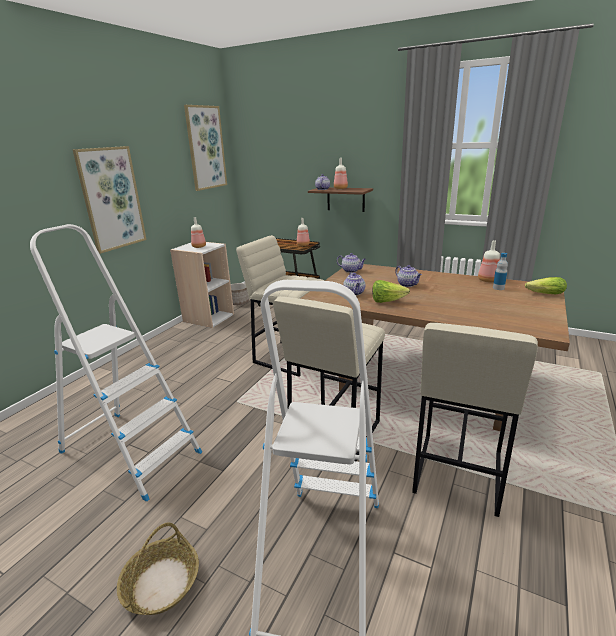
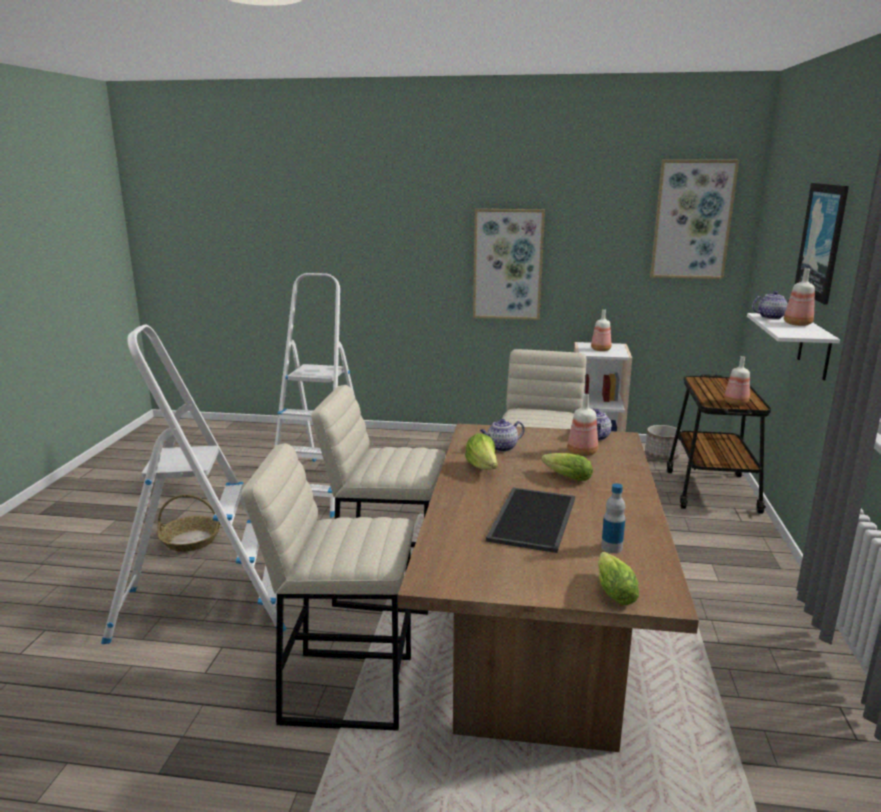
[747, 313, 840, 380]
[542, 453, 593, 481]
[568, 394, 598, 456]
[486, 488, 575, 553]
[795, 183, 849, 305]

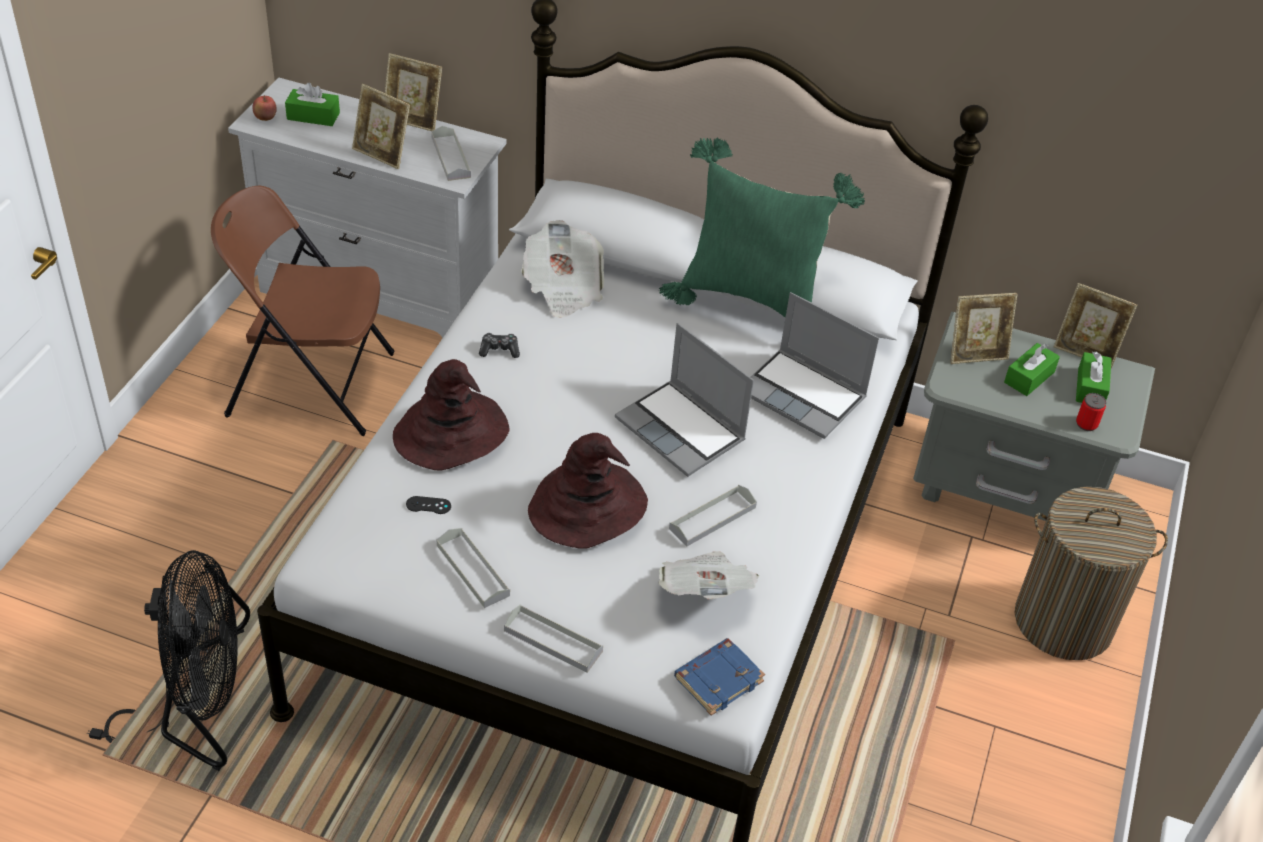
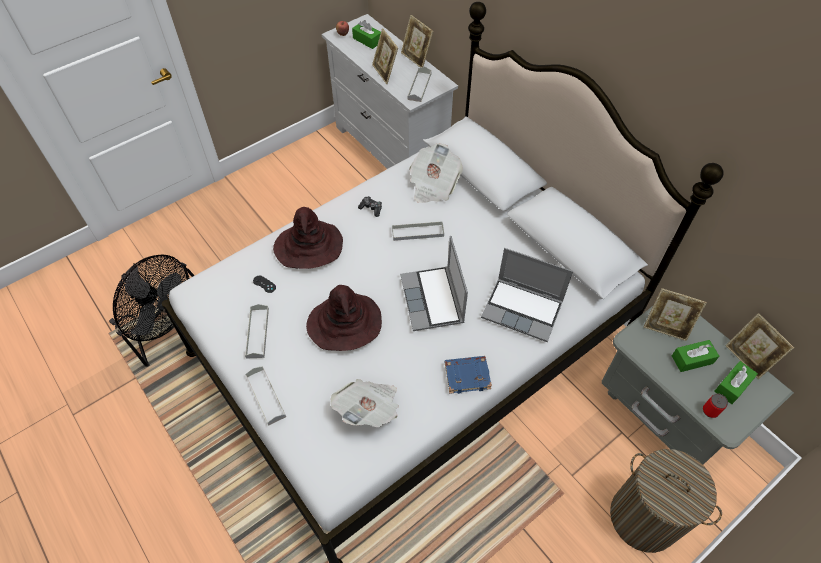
[211, 186, 395, 436] (first image)
[659, 138, 865, 318] (first image)
[392, 222, 444, 241]
[445, 356, 492, 394]
[481, 248, 573, 342]

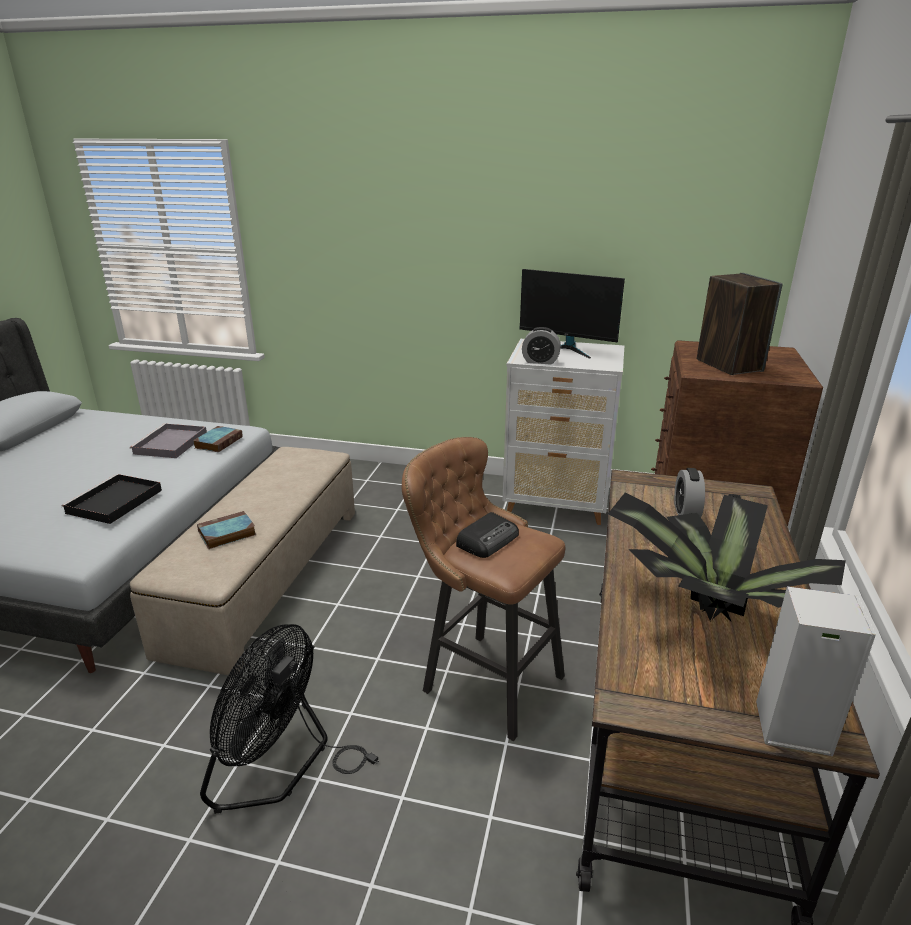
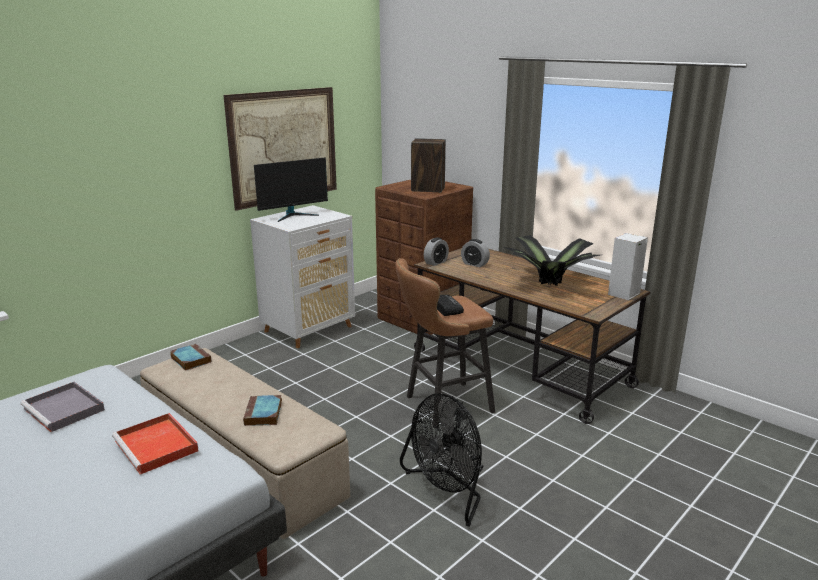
[112, 413, 199, 475]
[170, 344, 211, 371]
[424, 237, 449, 266]
[223, 87, 337, 211]

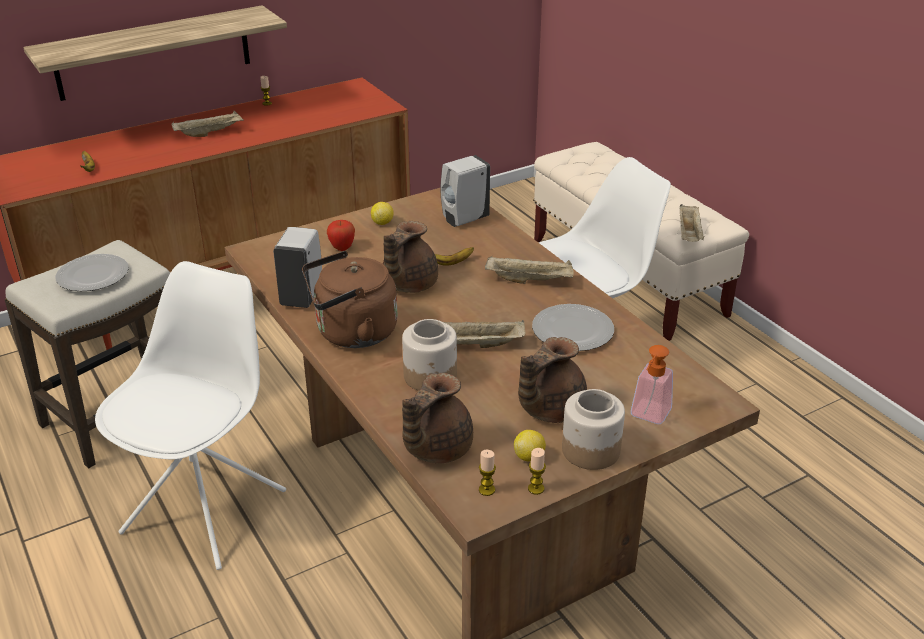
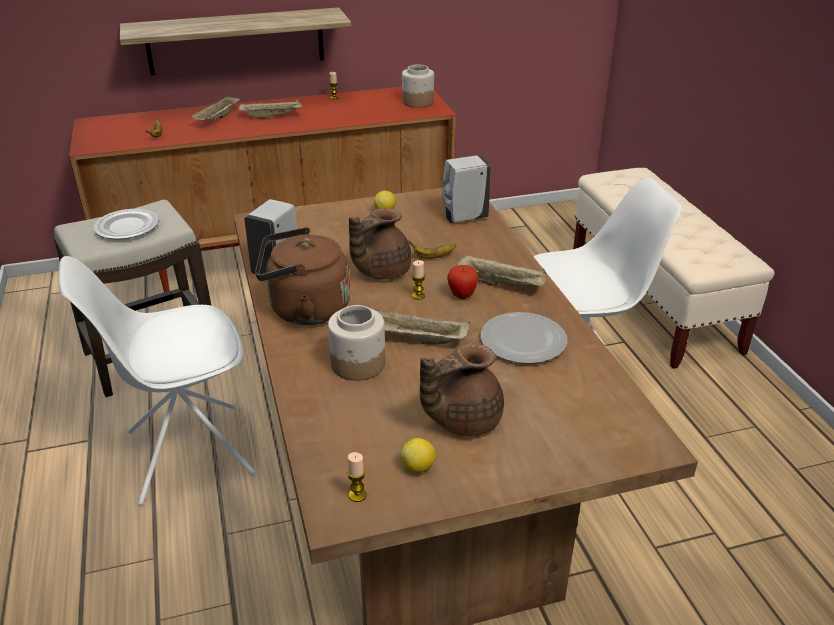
[59, 256, 256, 505]
[447, 265, 479, 299]
[402, 373, 473, 463] (first image)
[412, 260, 425, 300]
[402, 64, 434, 108]
[631, 345, 673, 424] (first image)
[191, 95, 240, 120]

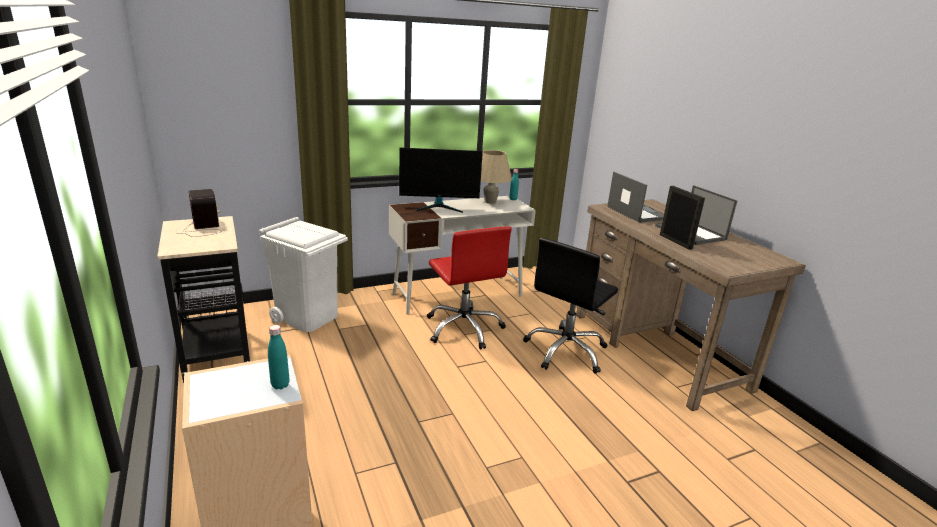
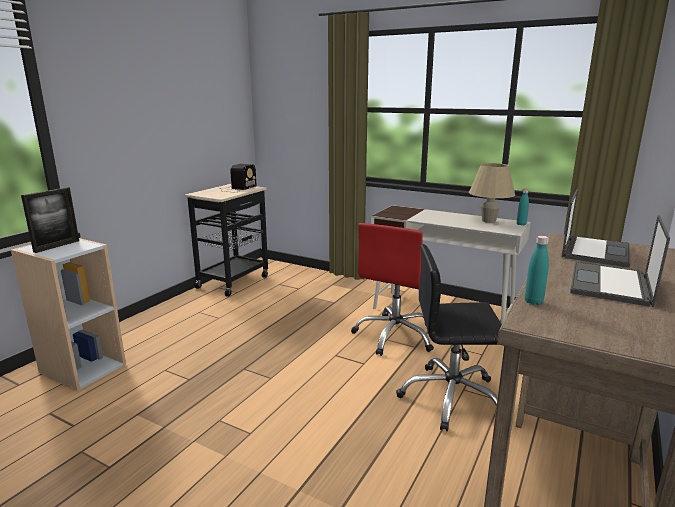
[259, 217, 348, 332] (first image)
[525, 236, 549, 305]
[399, 147, 483, 213] (first image)
[21, 187, 79, 253]

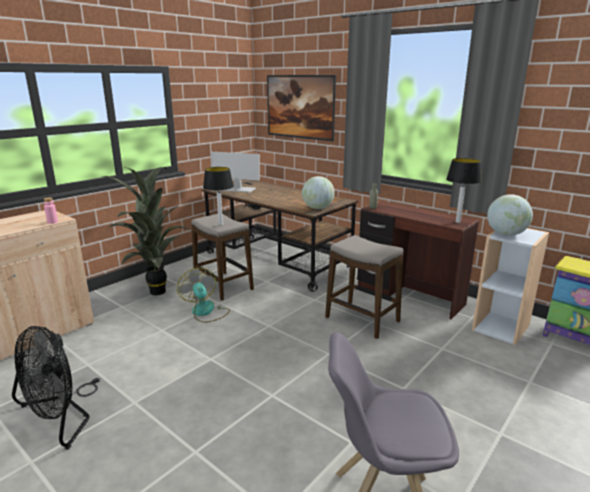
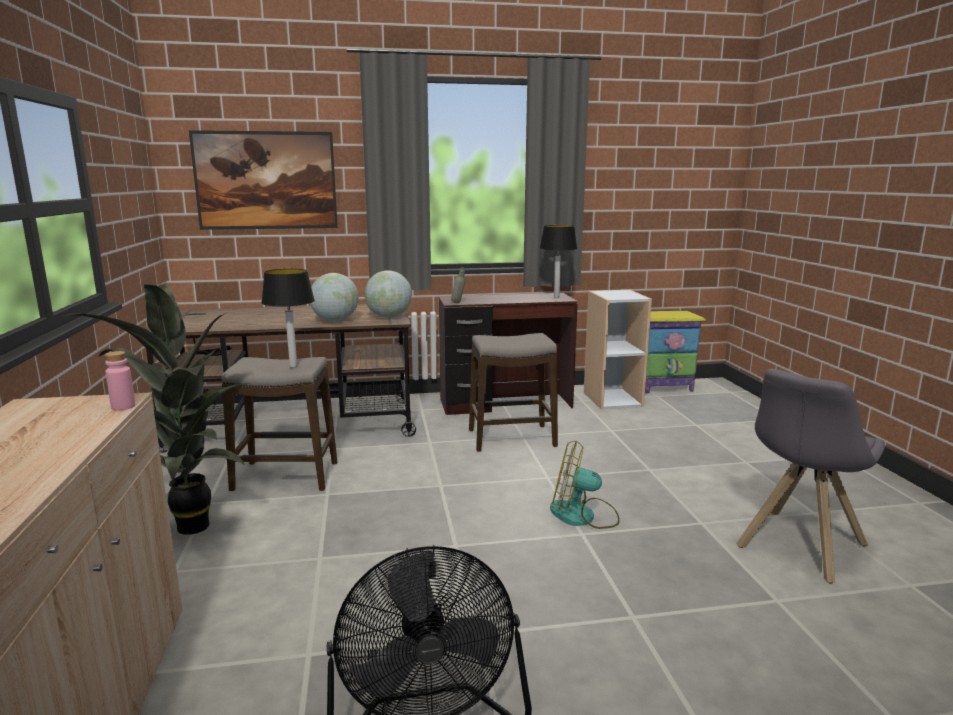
[550, 440, 620, 529]
[211, 152, 260, 193] (first image)
[310, 273, 358, 321]

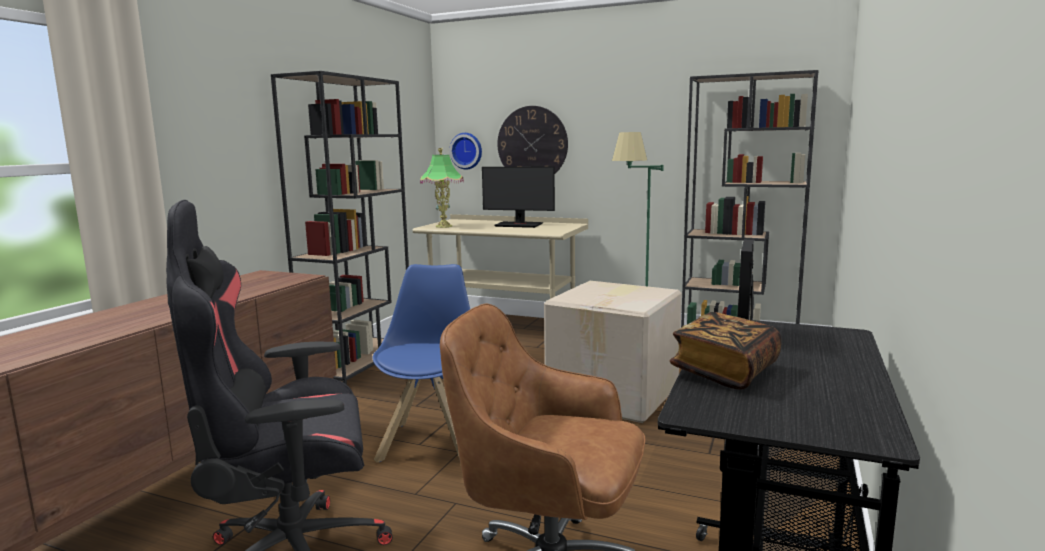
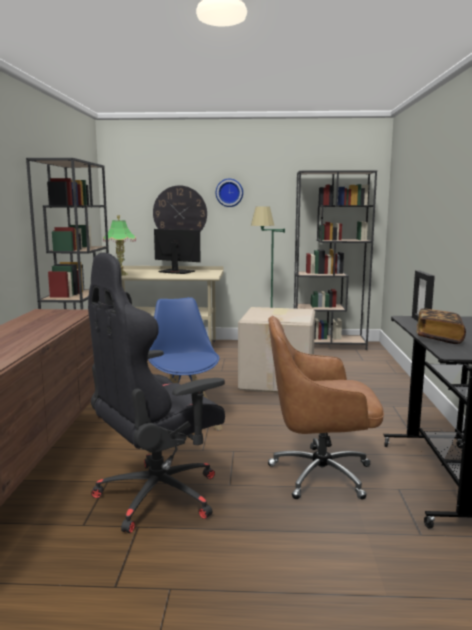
[216, 179, 243, 207]
[154, 229, 201, 274]

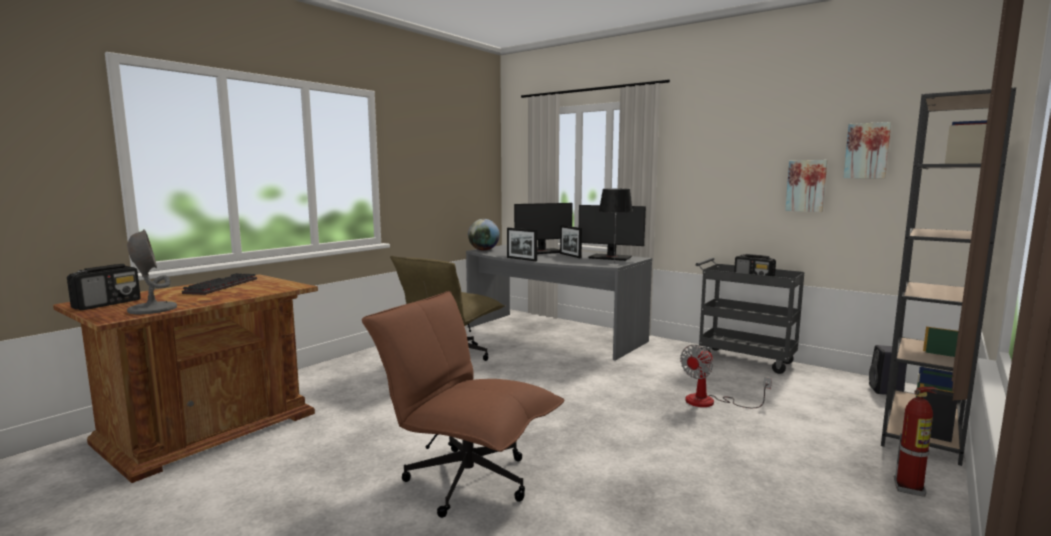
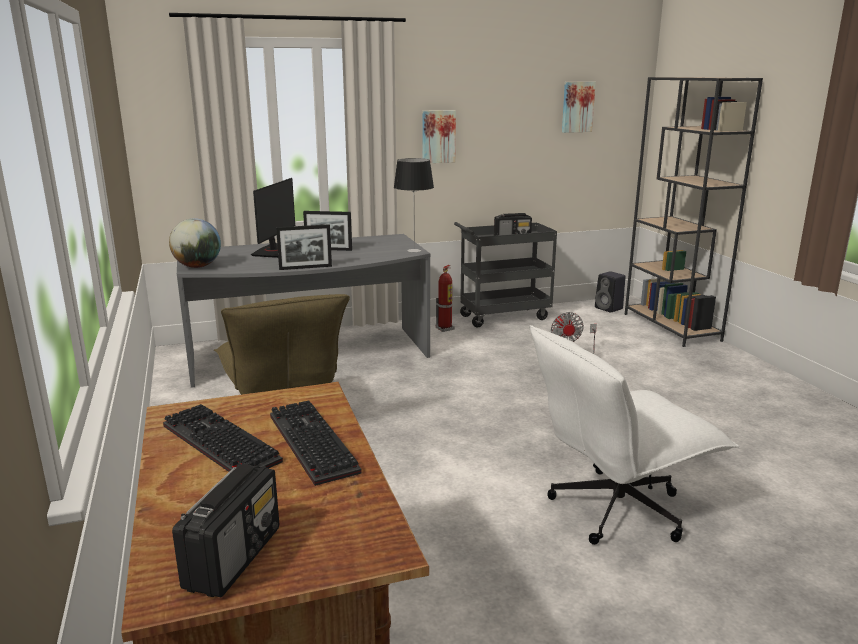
[172, 463, 279, 597]
[127, 229, 177, 314] (first image)
[529, 325, 739, 545]
[579, 205, 646, 261] (first image)
[422, 110, 456, 163]
[436, 265, 455, 332]
[270, 401, 362, 486]

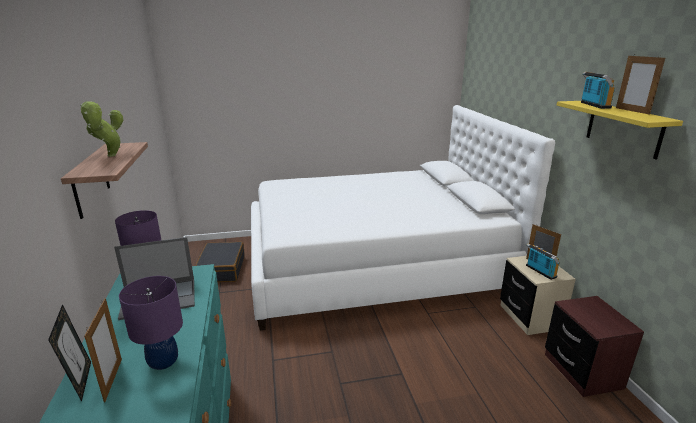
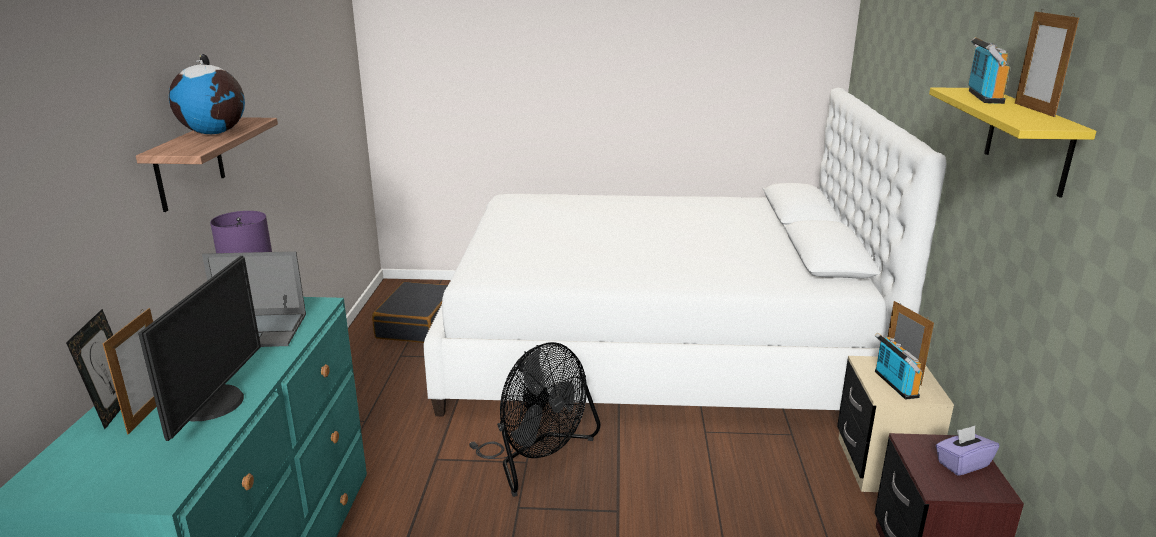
[169, 54, 245, 134]
[138, 256, 261, 441]
[469, 342, 600, 497]
[935, 426, 999, 476]

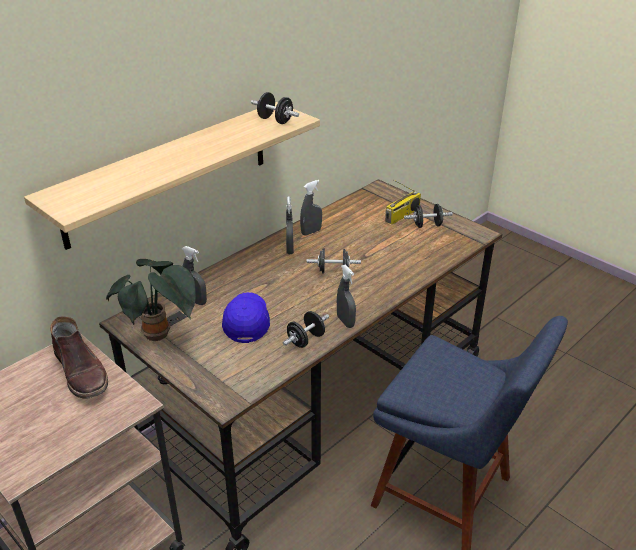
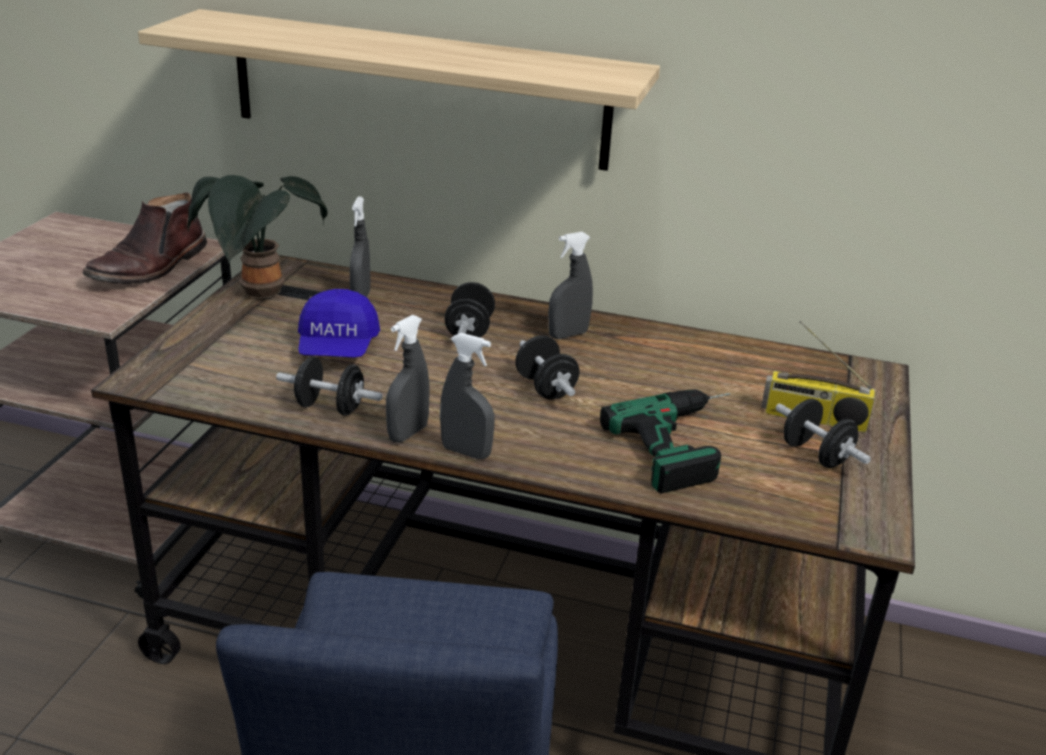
[298, 289, 380, 358]
[444, 282, 495, 338]
[440, 333, 495, 459]
[600, 389, 731, 493]

